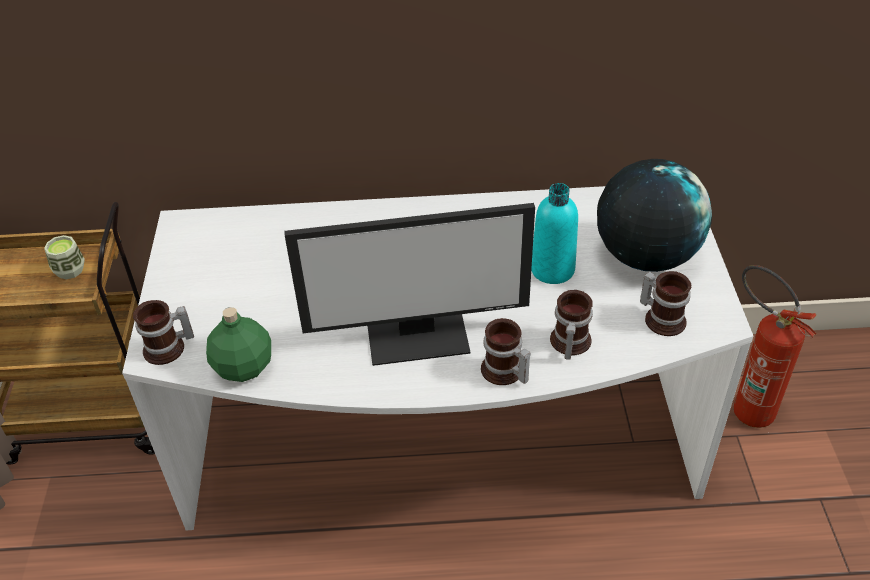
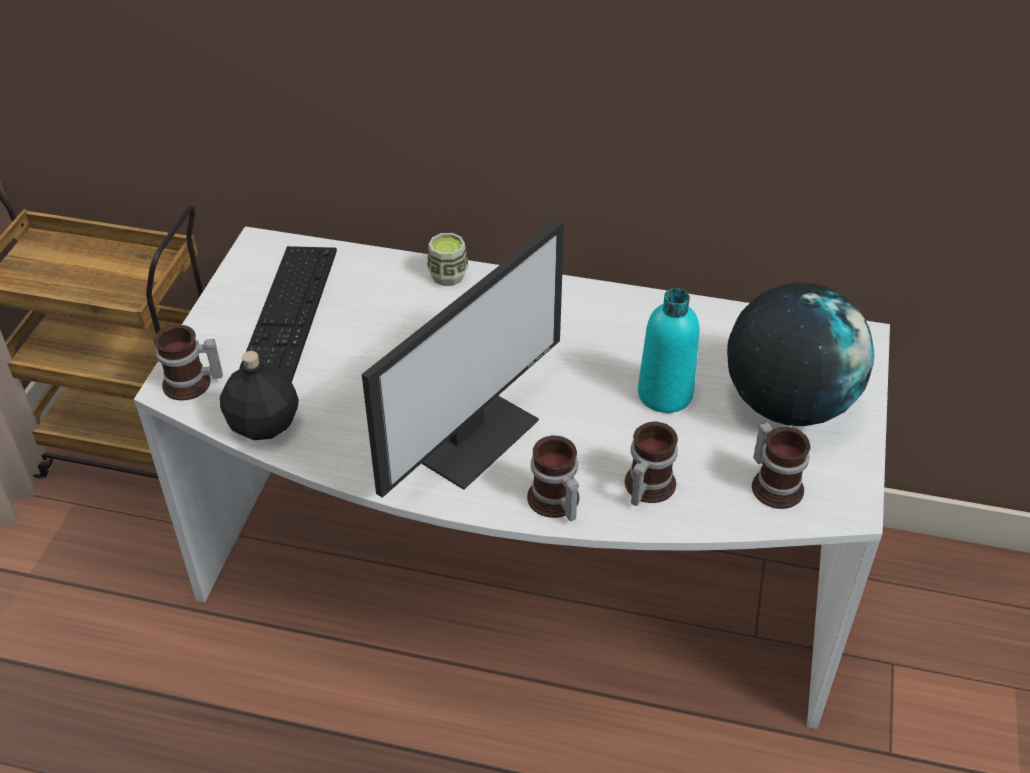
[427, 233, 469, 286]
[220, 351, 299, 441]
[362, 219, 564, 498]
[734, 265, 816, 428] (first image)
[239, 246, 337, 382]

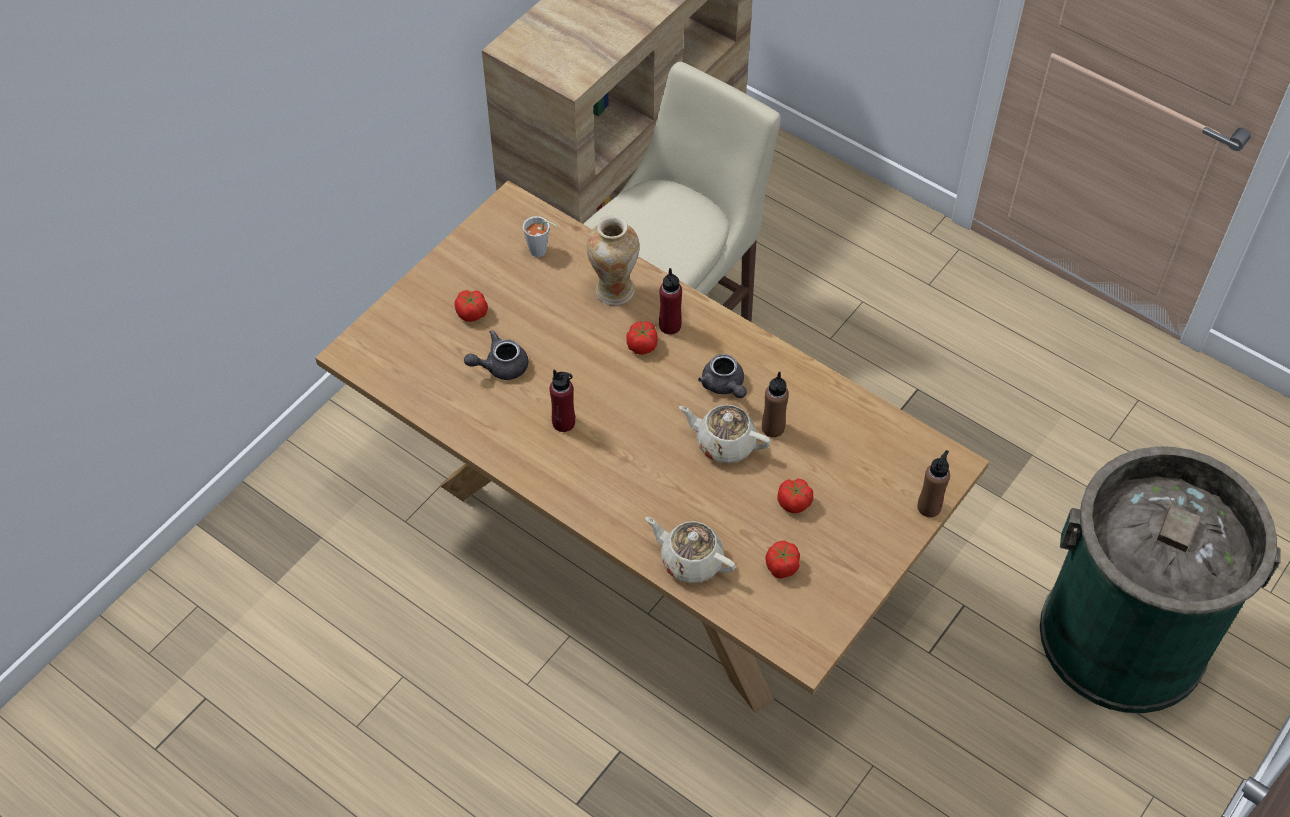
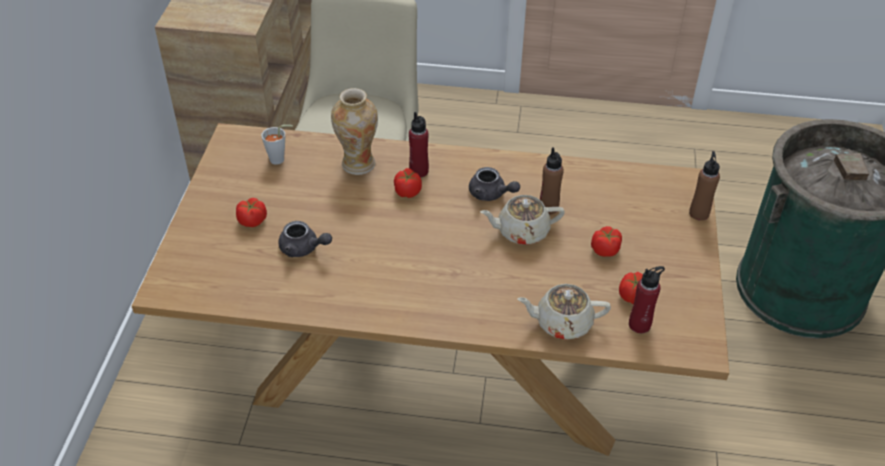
[278, 221, 332, 257]
[629, 266, 665, 333]

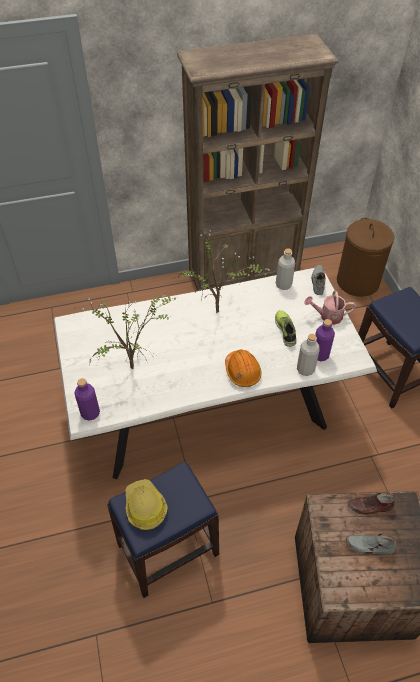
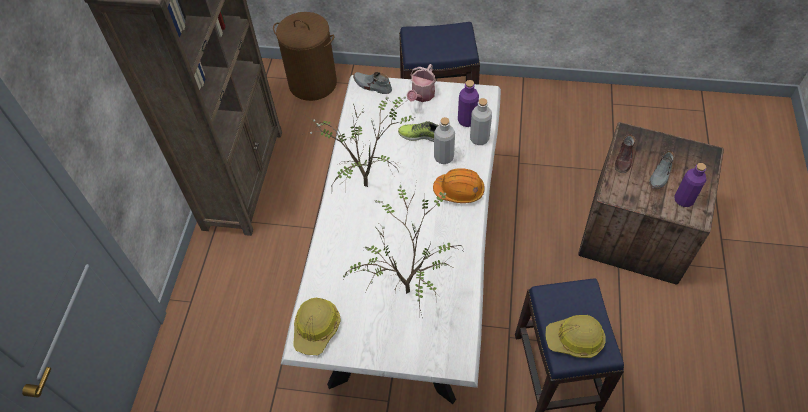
[674, 163, 706, 207]
[434, 117, 455, 164]
[293, 298, 341, 355]

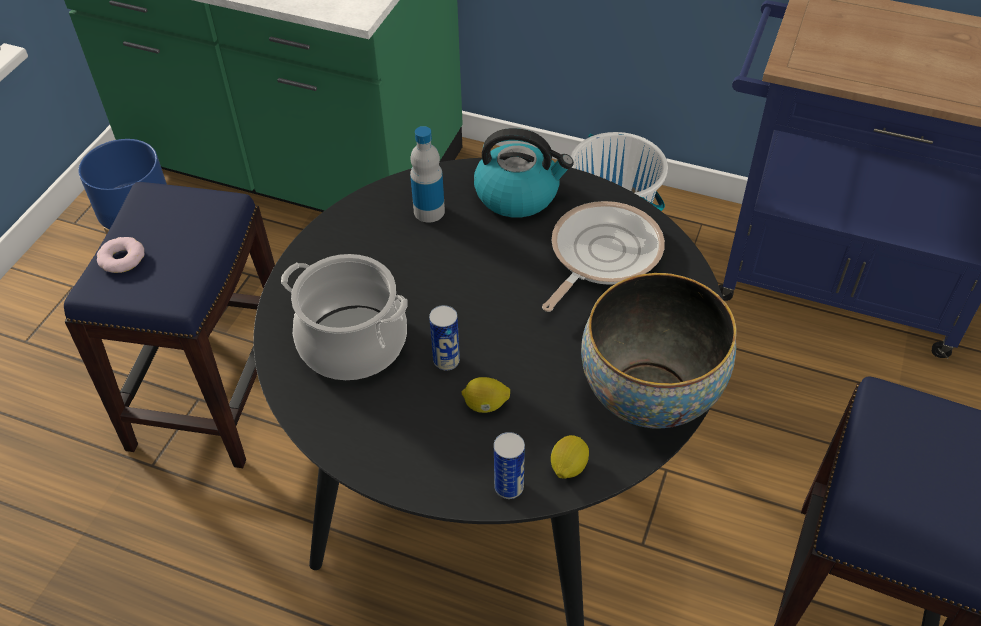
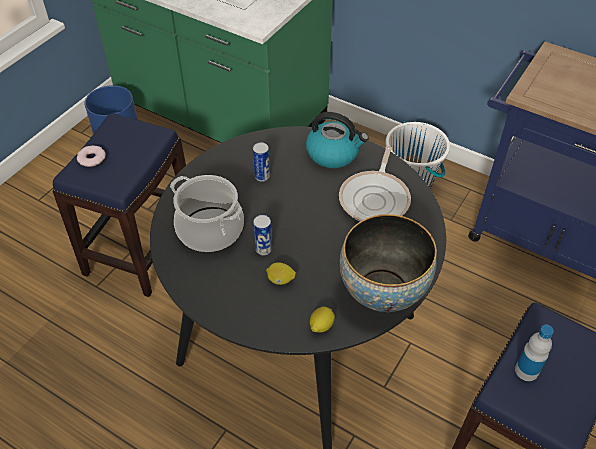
[515, 325, 554, 381]
[253, 143, 270, 182]
[339, 146, 411, 222]

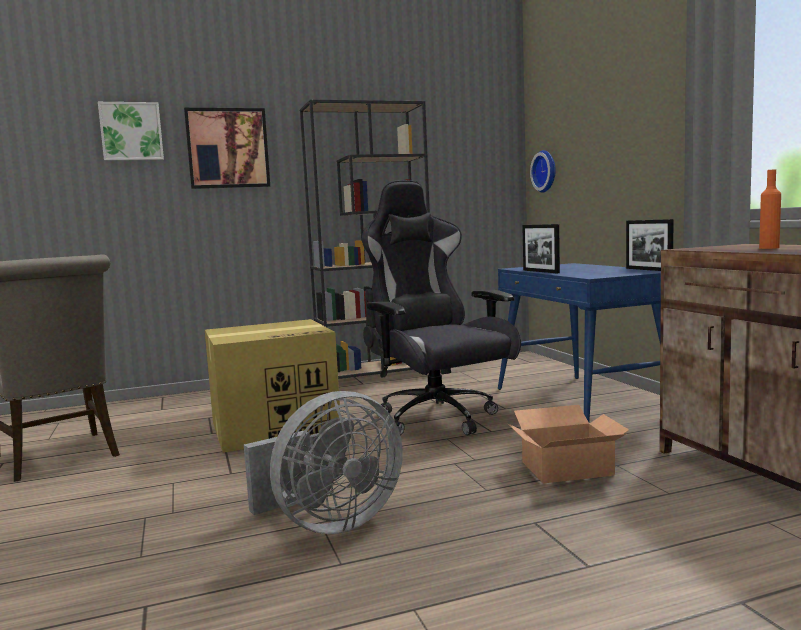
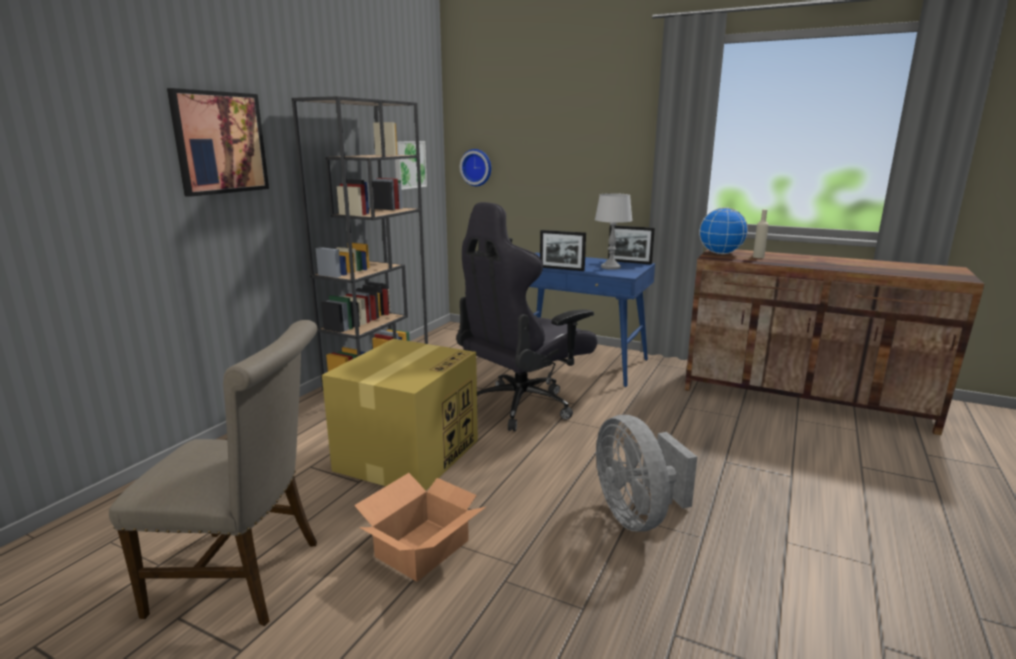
[395, 141, 427, 190]
[596, 415, 697, 532]
[456, 202, 598, 431]
[354, 473, 486, 582]
[753, 209, 769, 258]
[595, 193, 632, 270]
[699, 207, 748, 254]

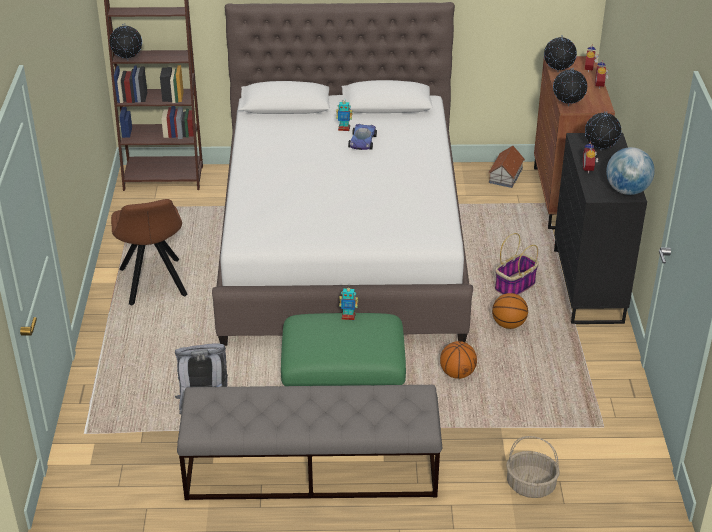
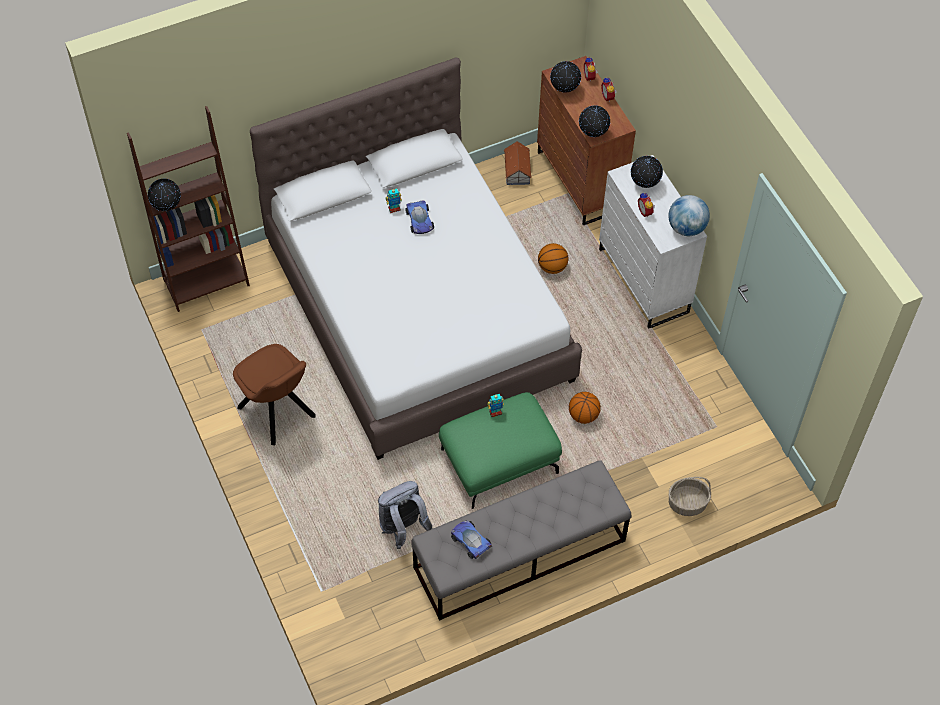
[538, 243, 568, 274]
[495, 233, 539, 295] (first image)
[599, 155, 707, 329]
[451, 520, 492, 559]

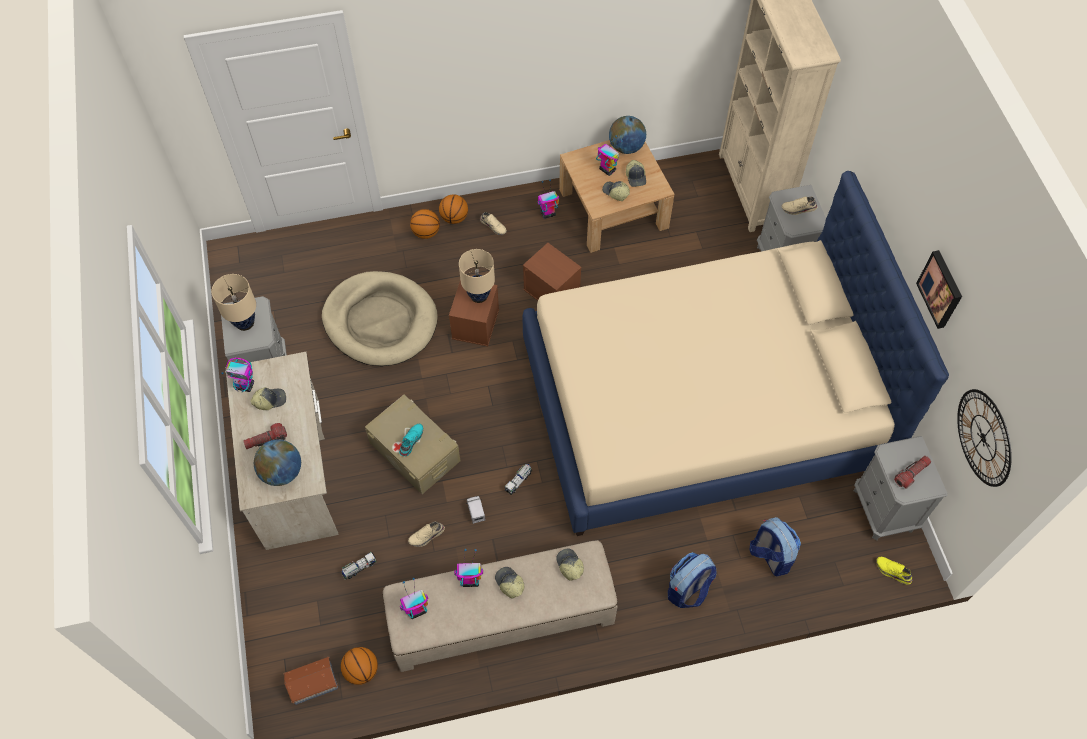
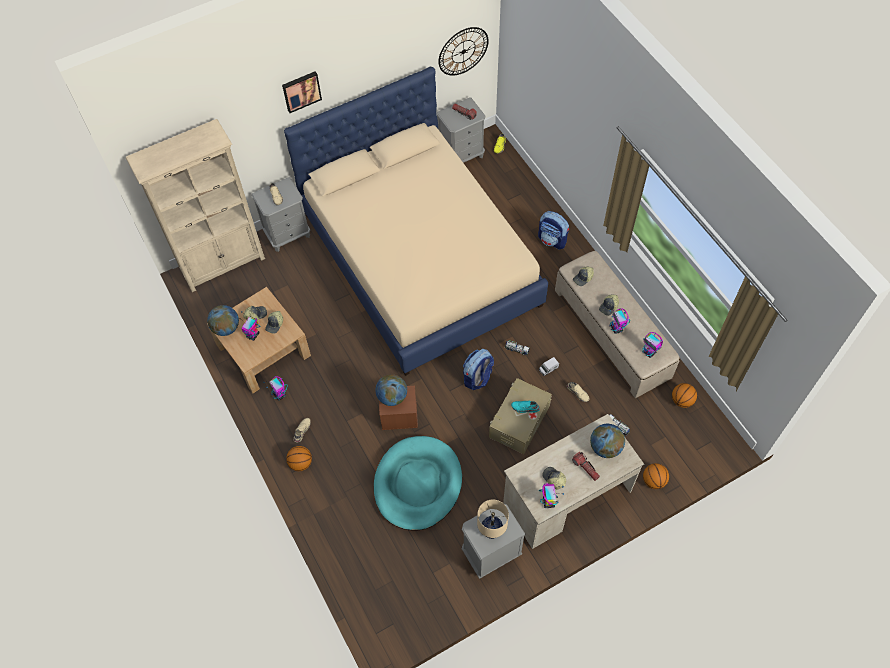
[283, 657, 338, 705] (first image)
[374, 436, 462, 531]
[643, 463, 669, 489]
[376, 374, 407, 406]
[523, 243, 582, 301] (first image)
[463, 349, 494, 390]
[282, 71, 322, 113]

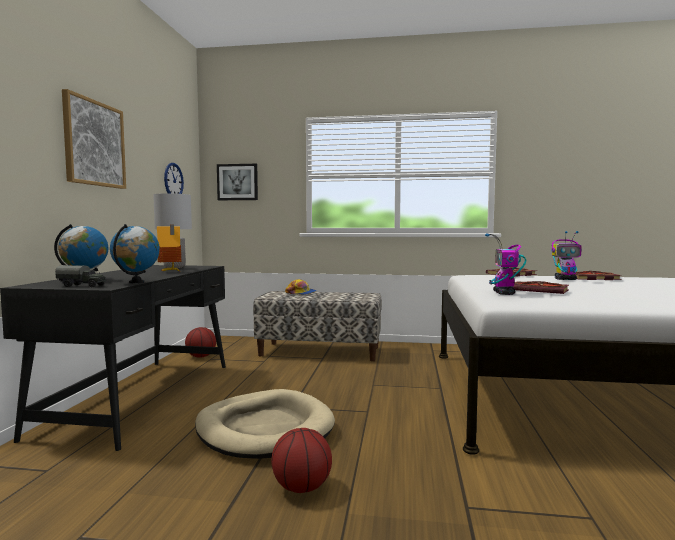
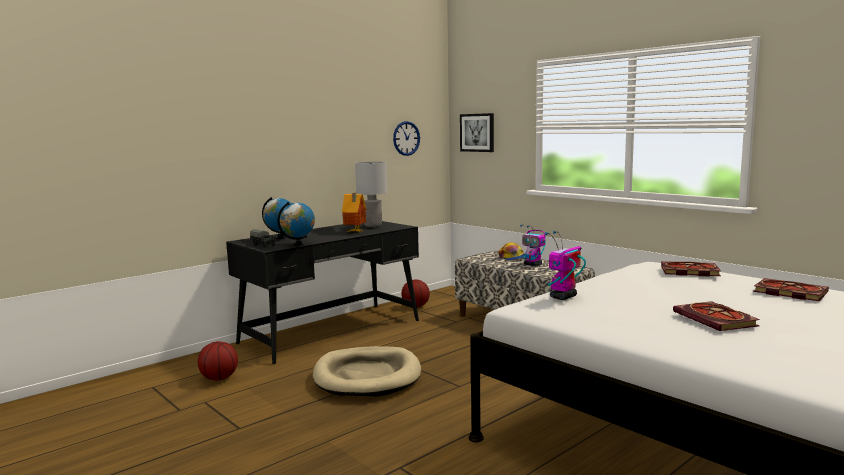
[62, 89, 126, 189] (first image)
[198, 341, 238, 381]
[673, 301, 760, 331]
[520, 225, 546, 266]

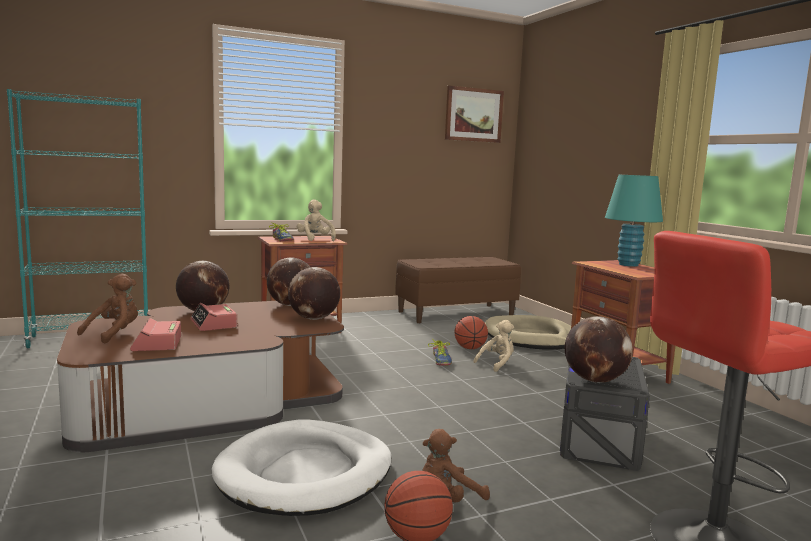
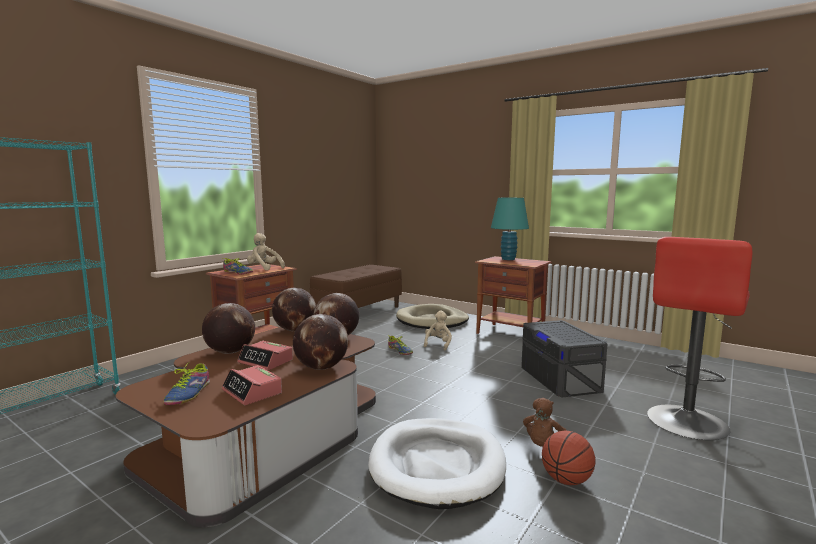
[164, 361, 210, 405]
[445, 86, 504, 143] (first image)
[455, 316, 488, 349] (first image)
[293, 314, 348, 370]

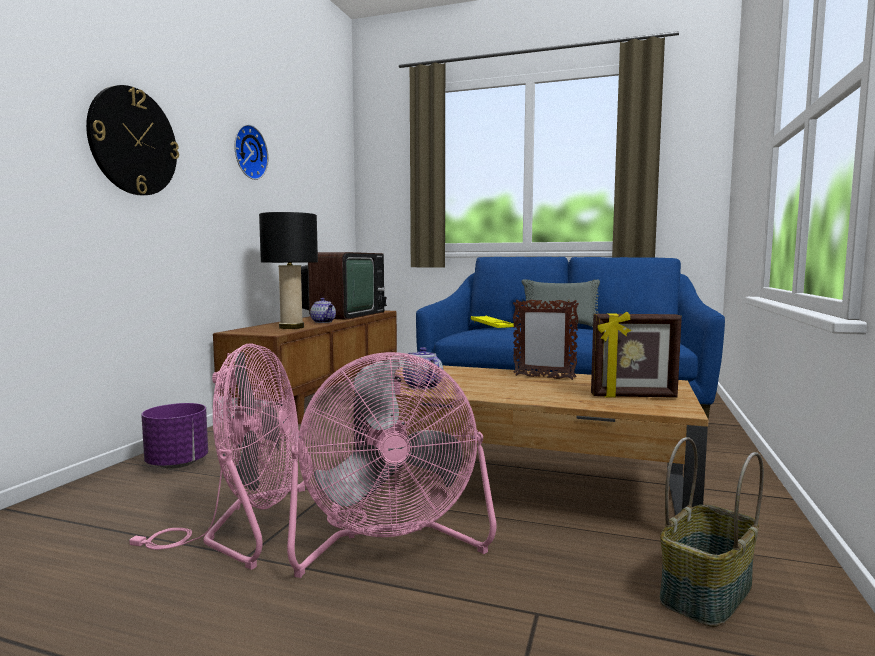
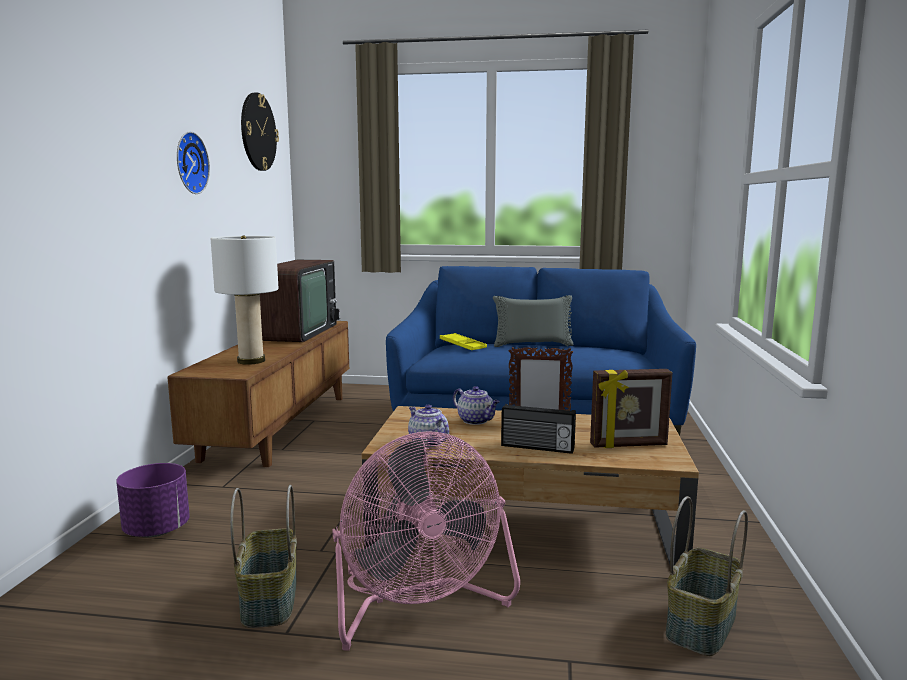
[241, 93, 279, 171]
[230, 485, 297, 628]
[211, 235, 279, 365]
[453, 386, 500, 425]
[501, 404, 576, 454]

